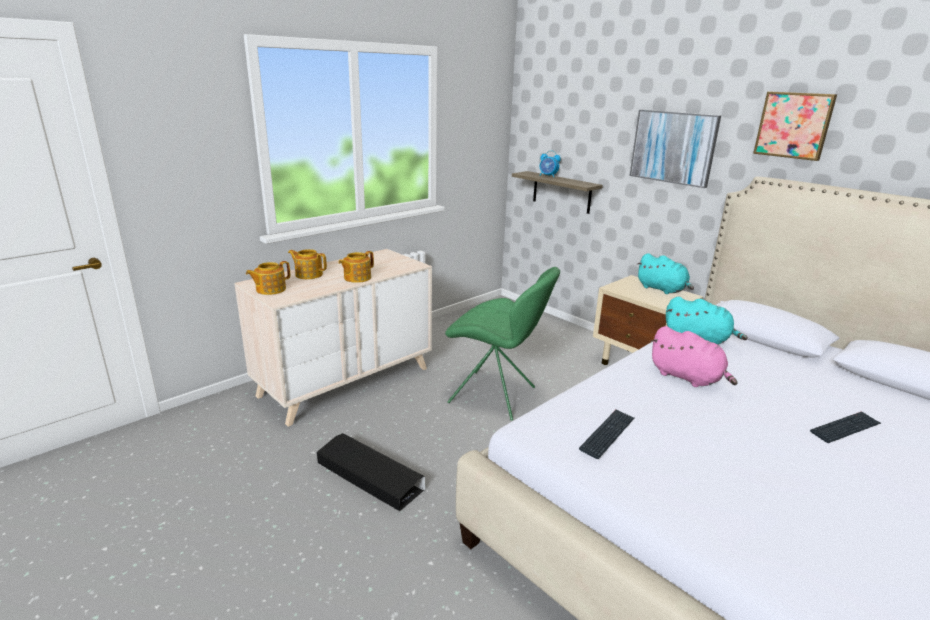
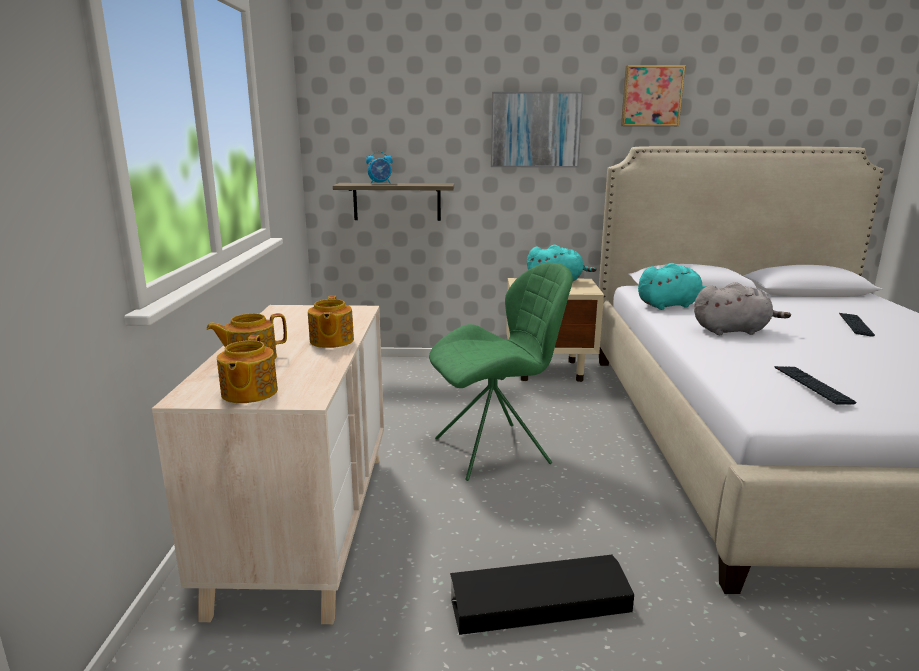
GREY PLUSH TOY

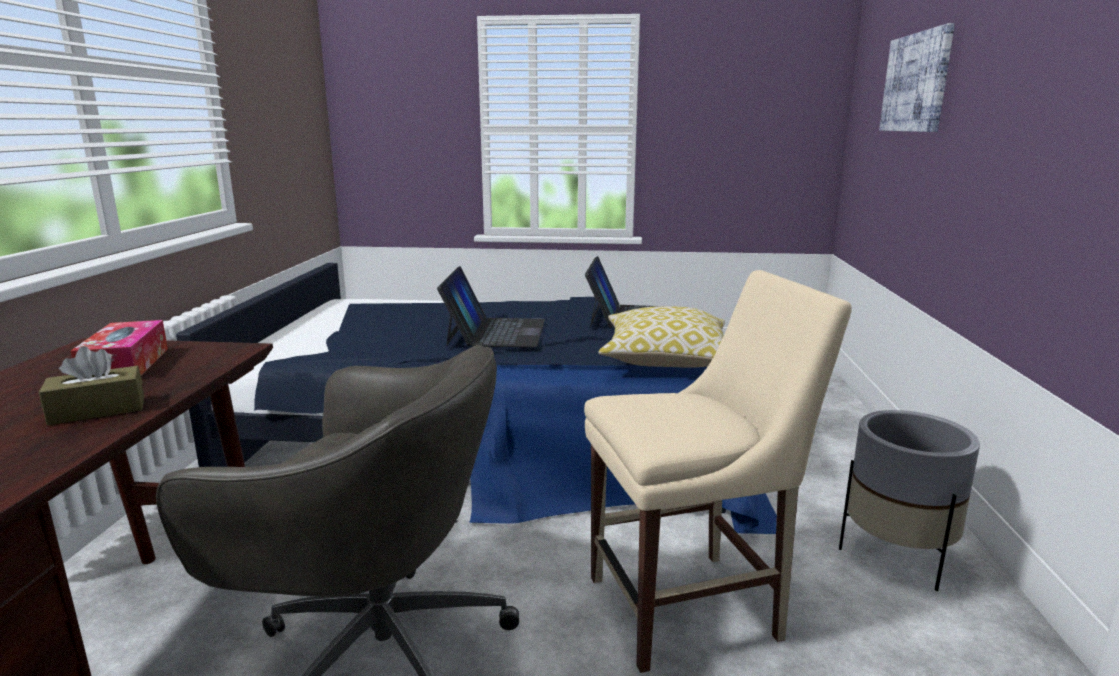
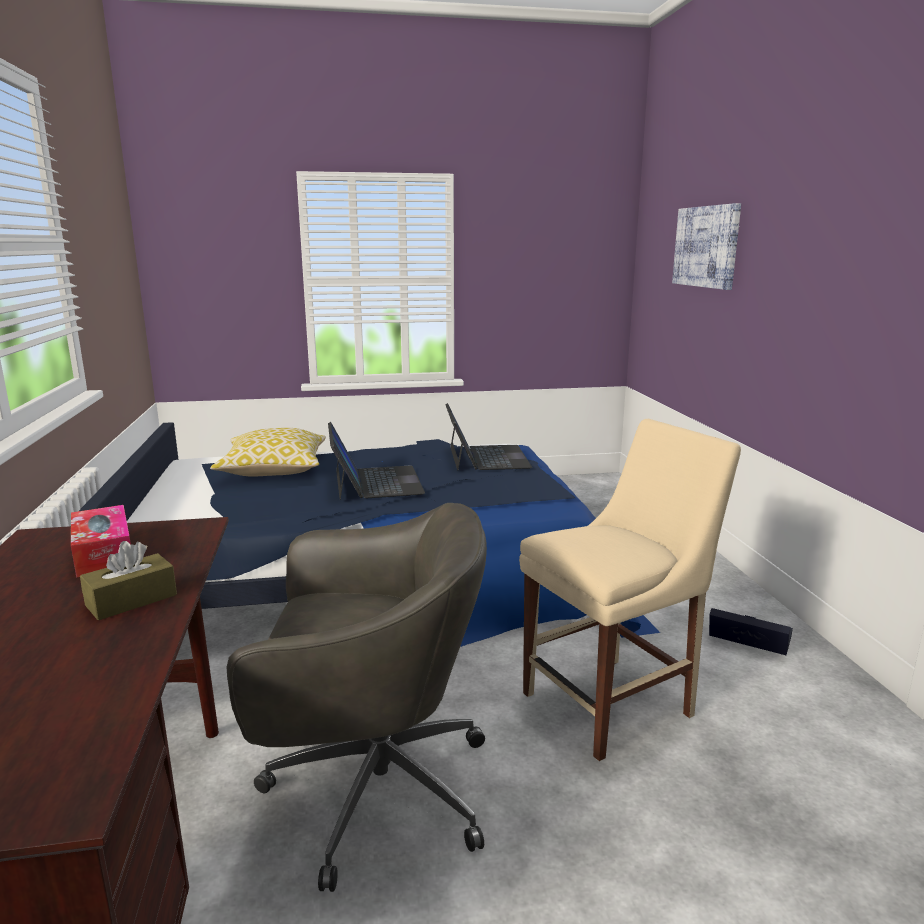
CUSHION
BLACK STORAGE CONTAINER

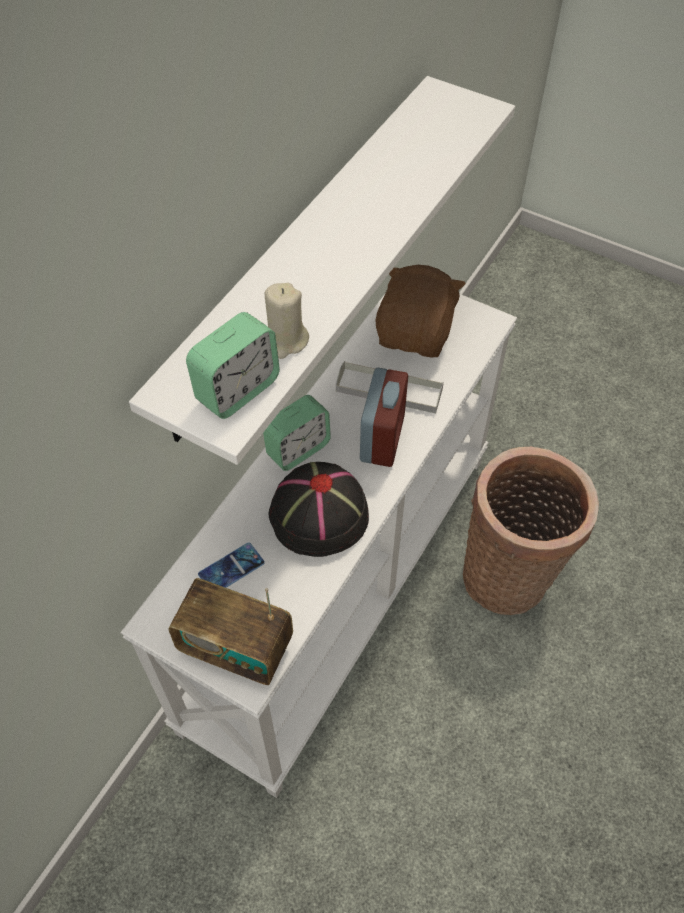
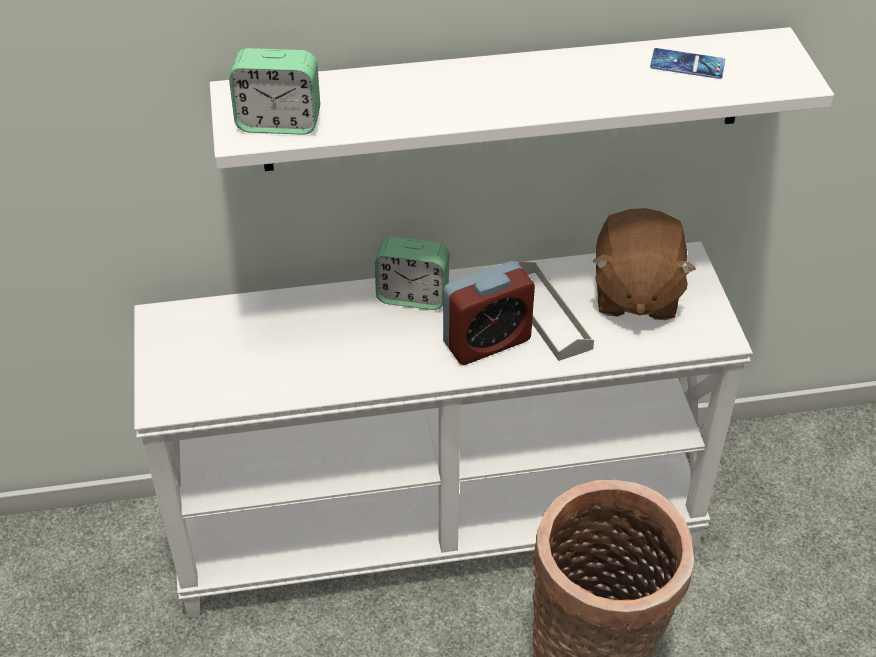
BROWNISH PLUSH TOY
HANDSET
RADIO SET
BEIGE WAX LIGHT
BLACK WEARABLE HAT

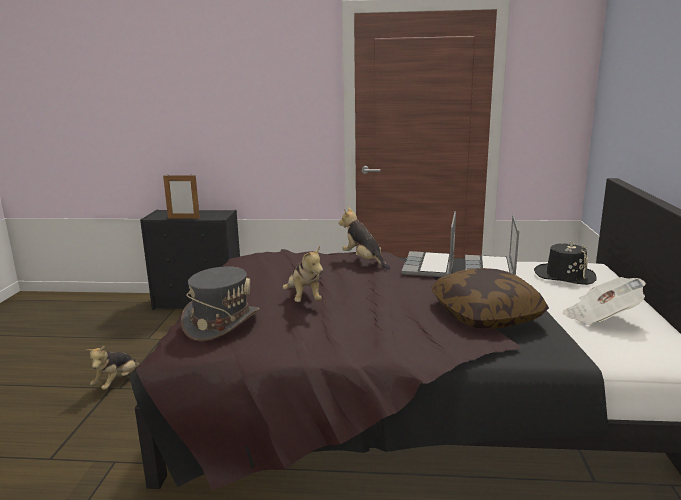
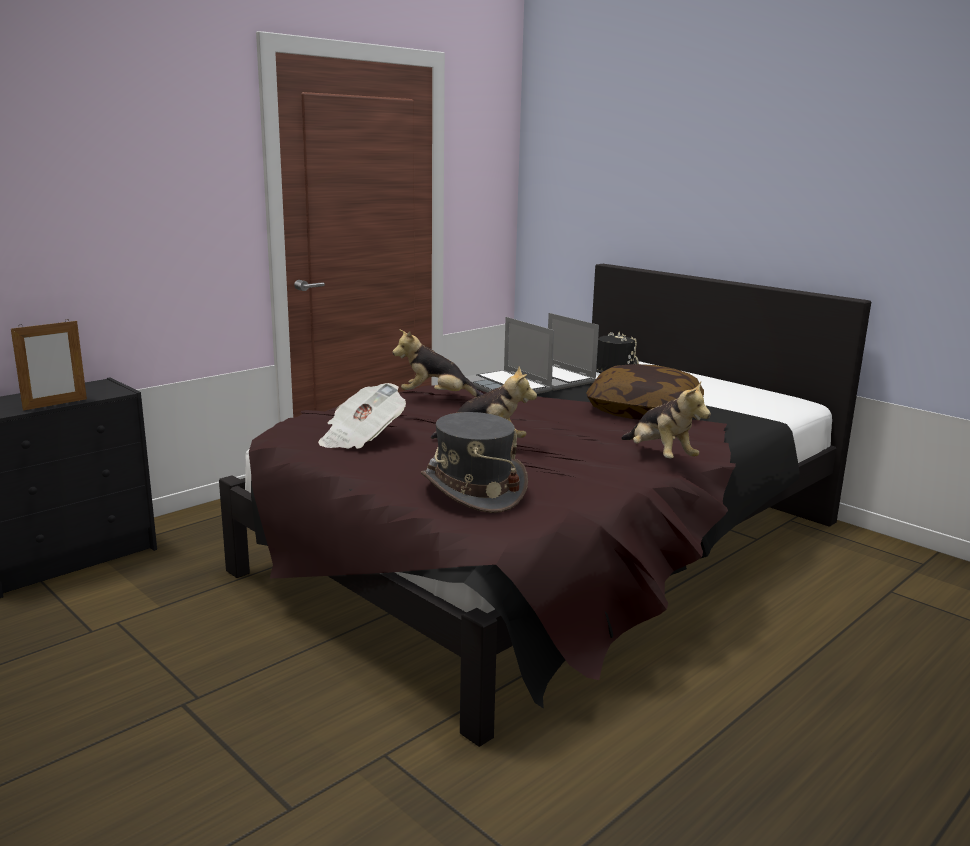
NEWSPAPER
PLUSH TOY (no. 3 from left)

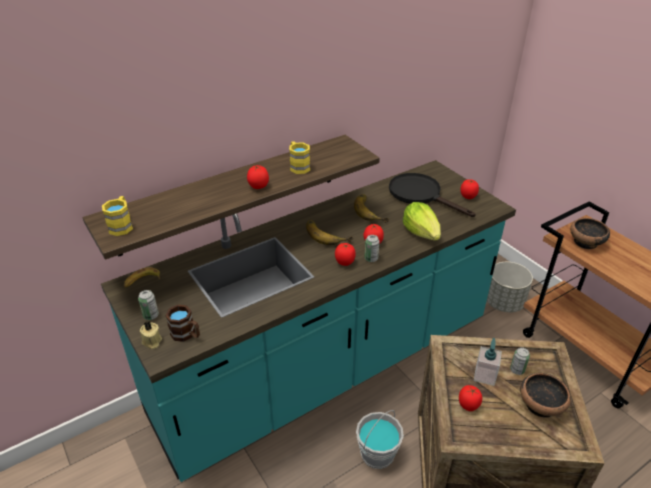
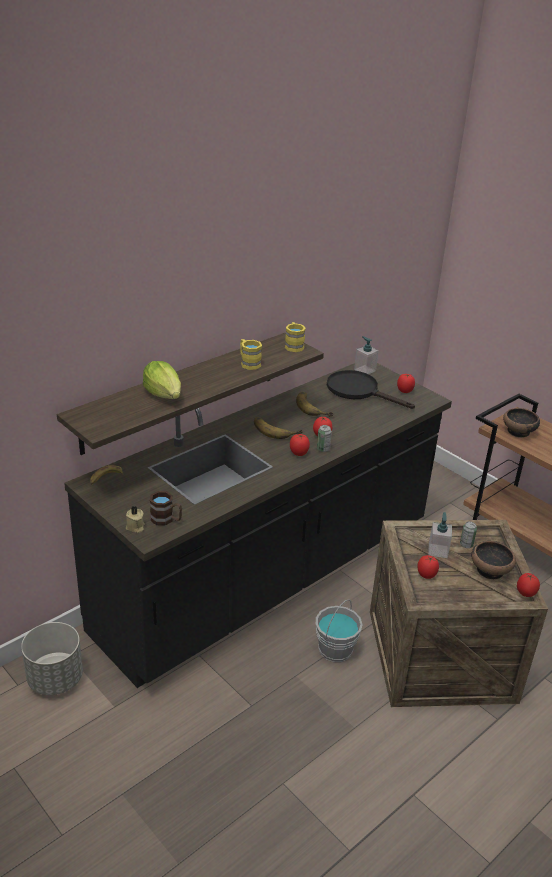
GREY PLANT POT
BLACK COUNTER
LETTUCE
YELLOW-COLOURED COFFEE MUG (no. 2 from left)
LIQUID SOAP BOTTLE (no. 1 from left)
TOMATO (no. 5 from left)
CAN (no. 1 from left in the first image)

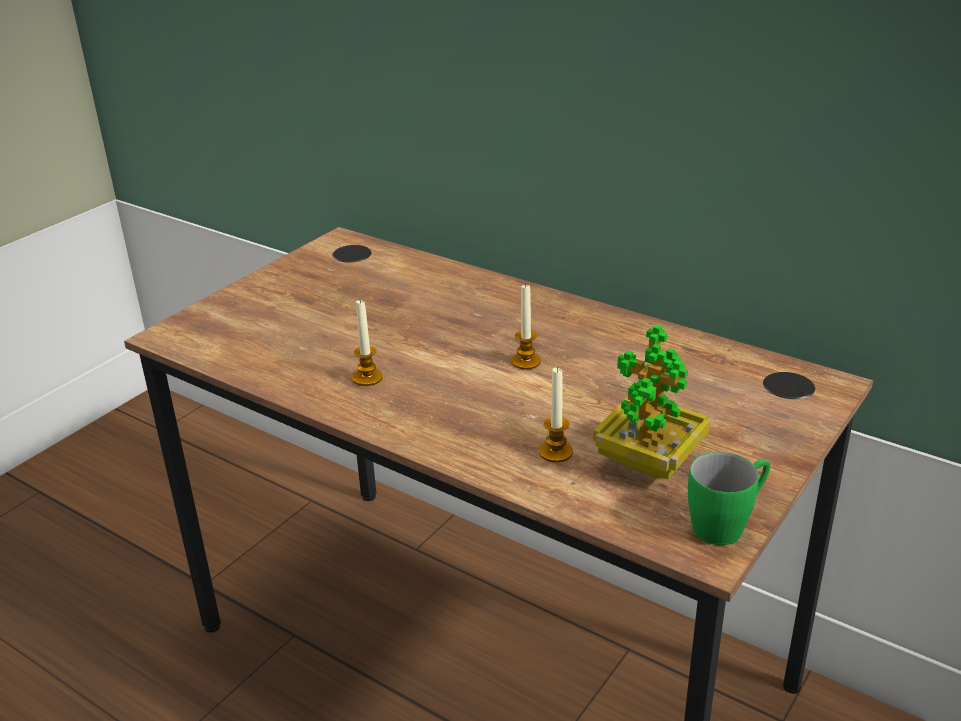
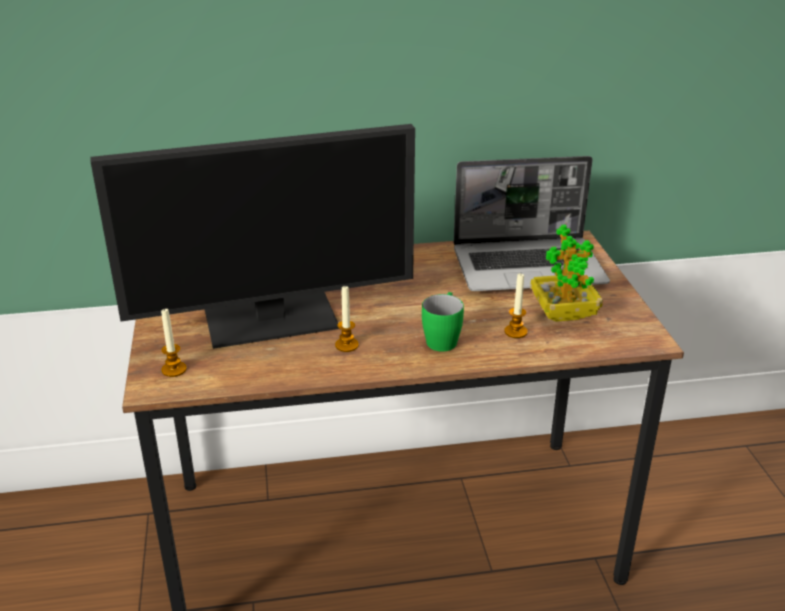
COMPUTER SCREEN
WAX LIGHT (no. 1 from left)
GREENISH COFFEE MUG
NOTEBOOK COMPUTER

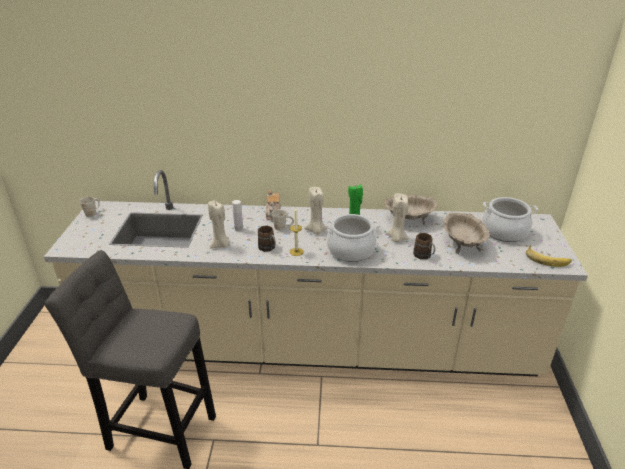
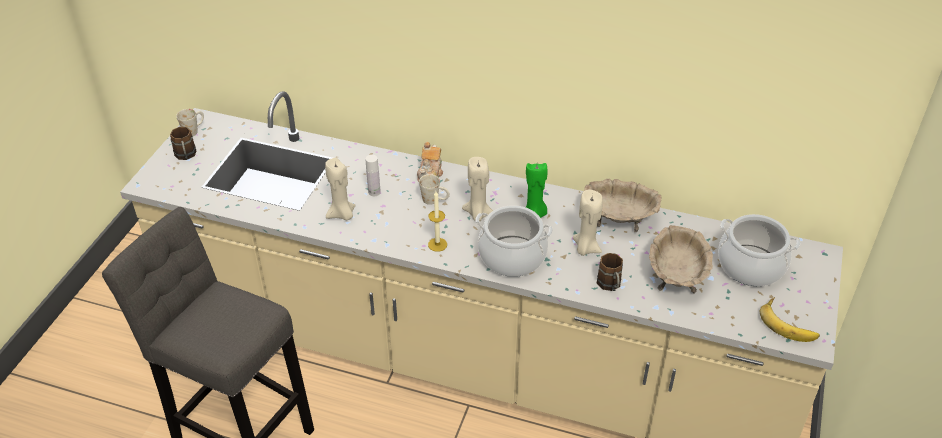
BROWNISH COFFEE MUG (no. 1 from left)

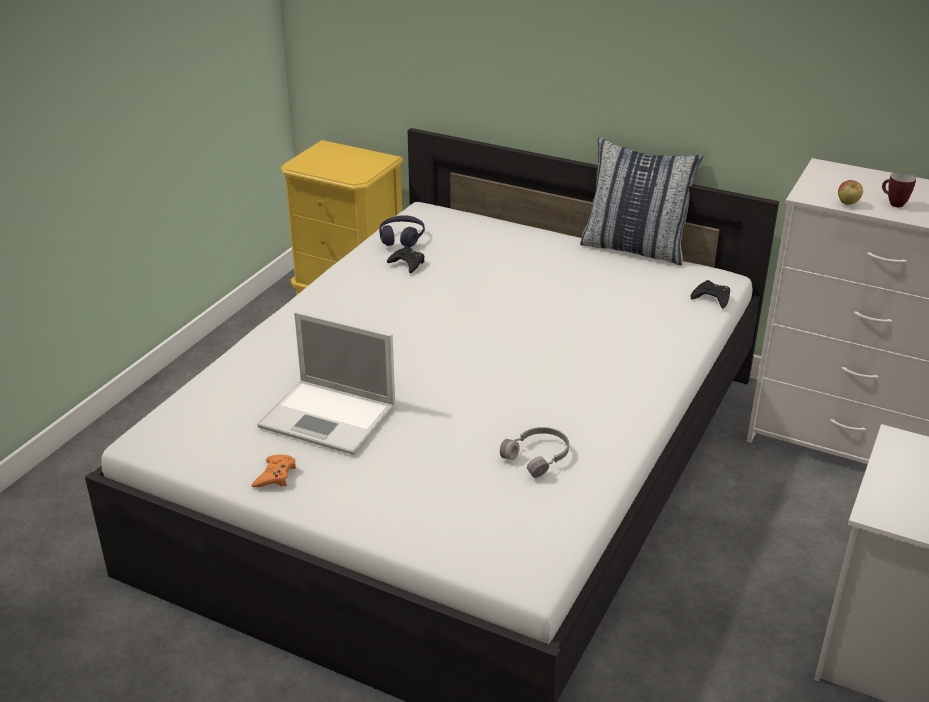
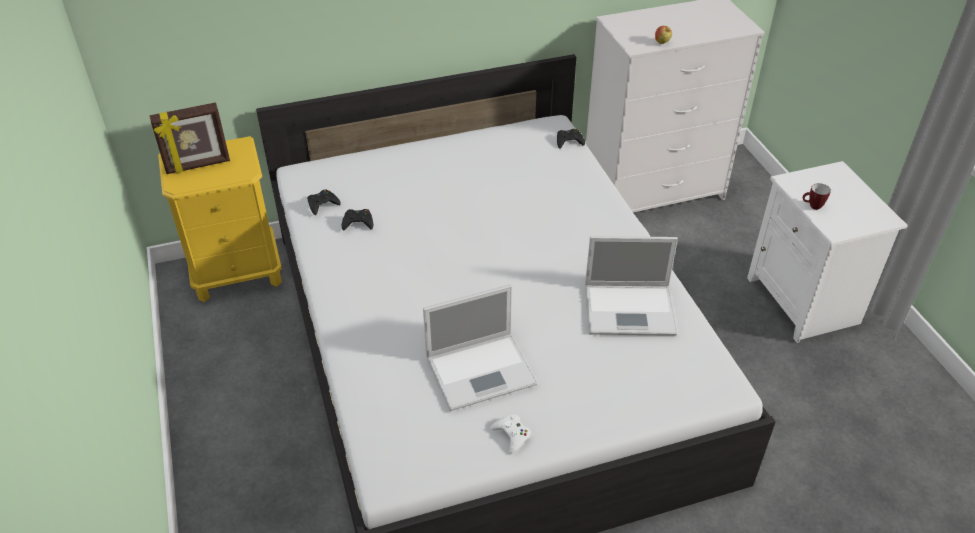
STANDING FRAME
BLACK JOYPAD (no. 1 from left)
WHITISH JOYPAD
NOTEBOOK COMPUTER (no. 2 from left)
COFFEE MUG
CUSHION

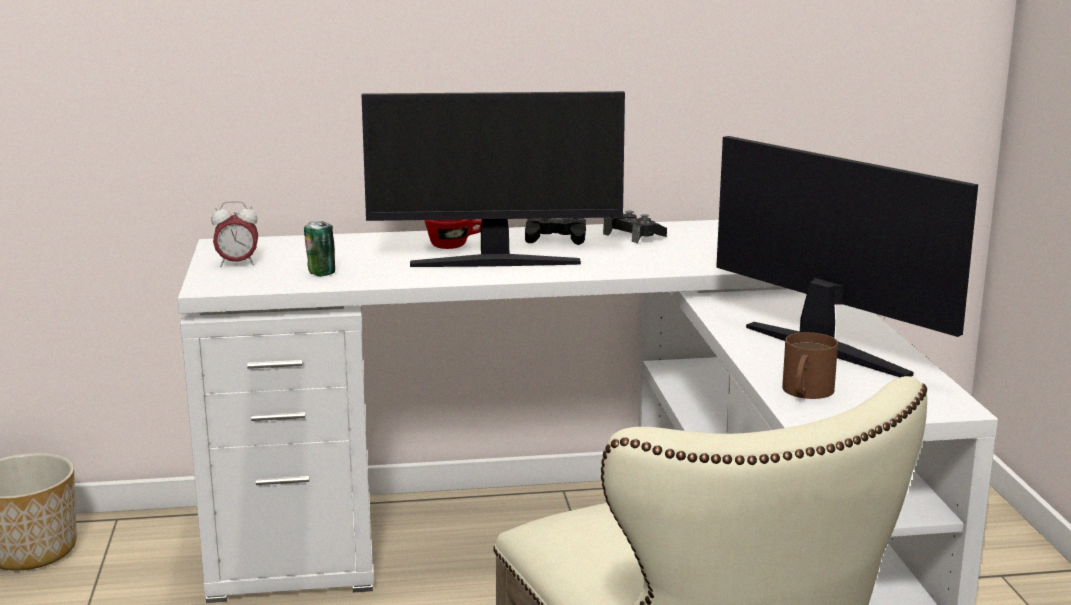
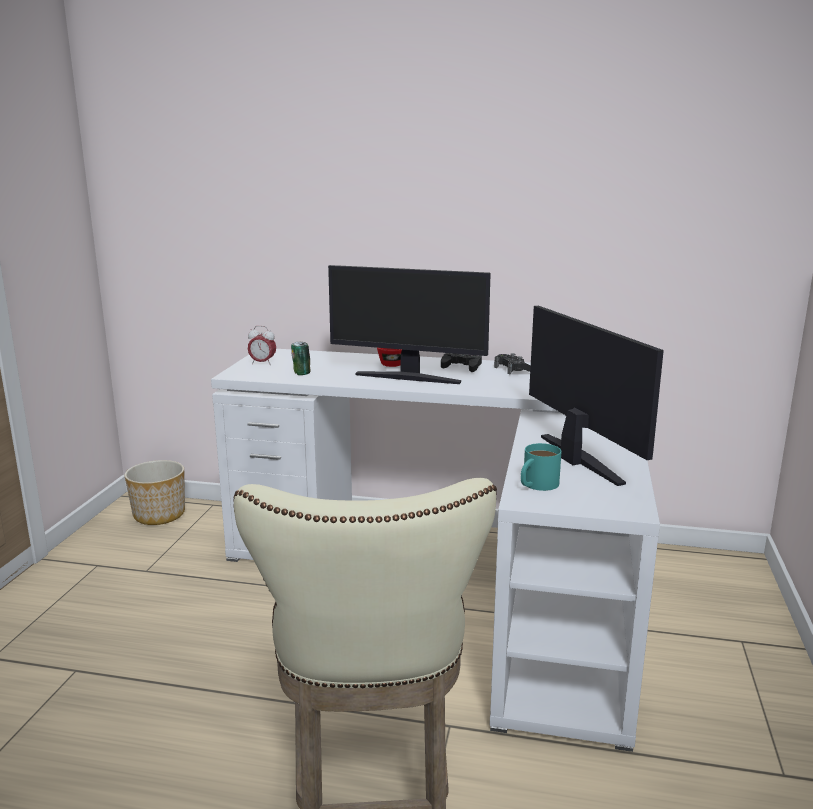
BLUE-GREEN COFFEE MUG

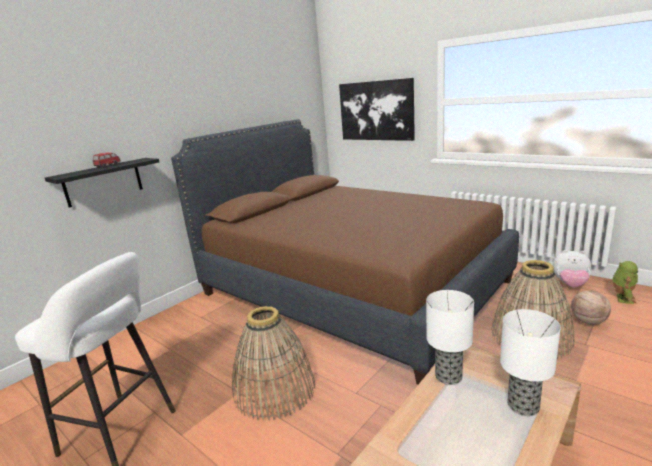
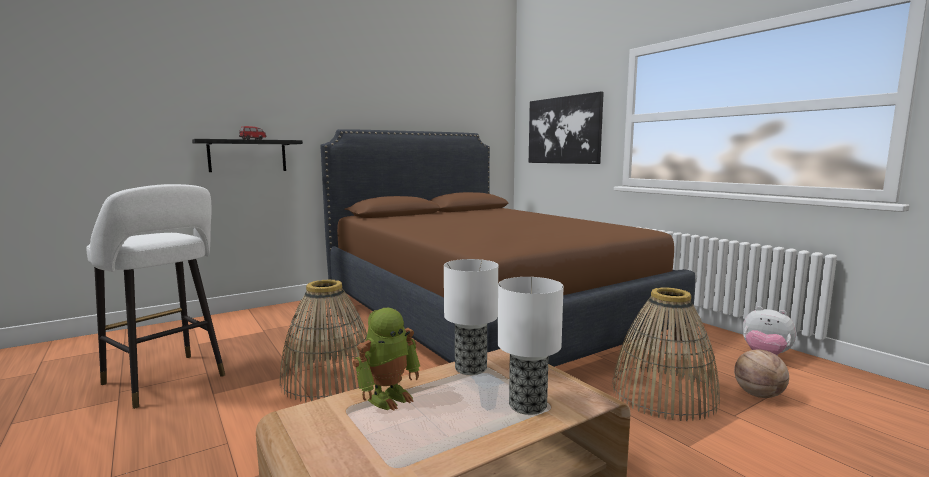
ROBOT FIGURE

